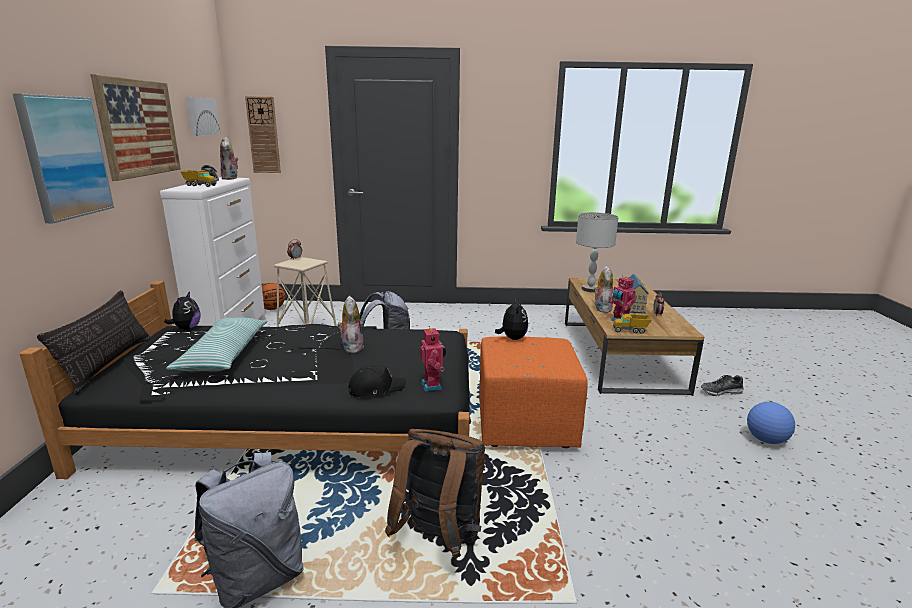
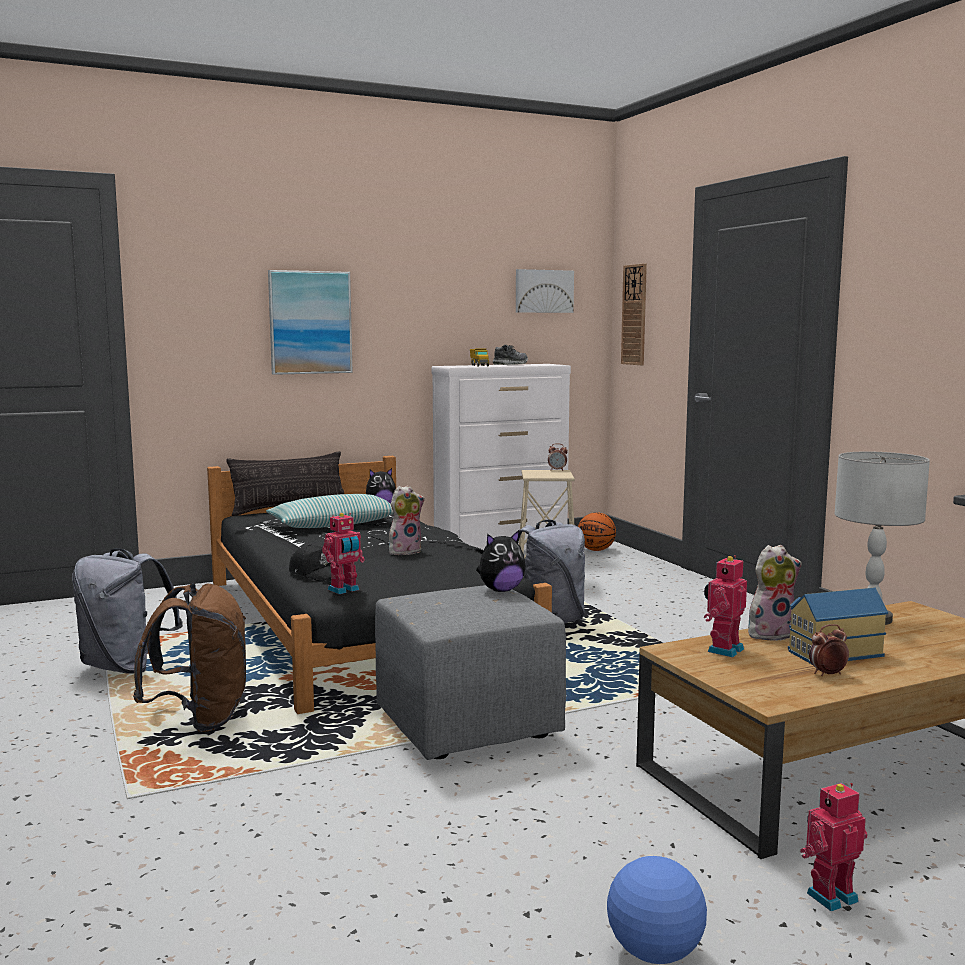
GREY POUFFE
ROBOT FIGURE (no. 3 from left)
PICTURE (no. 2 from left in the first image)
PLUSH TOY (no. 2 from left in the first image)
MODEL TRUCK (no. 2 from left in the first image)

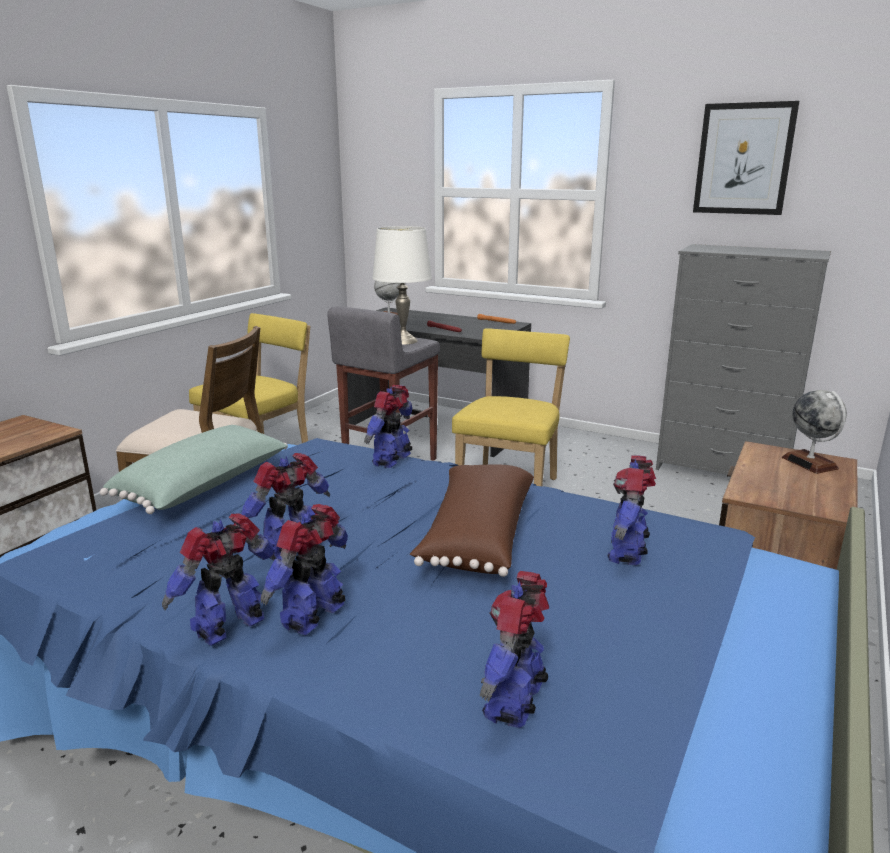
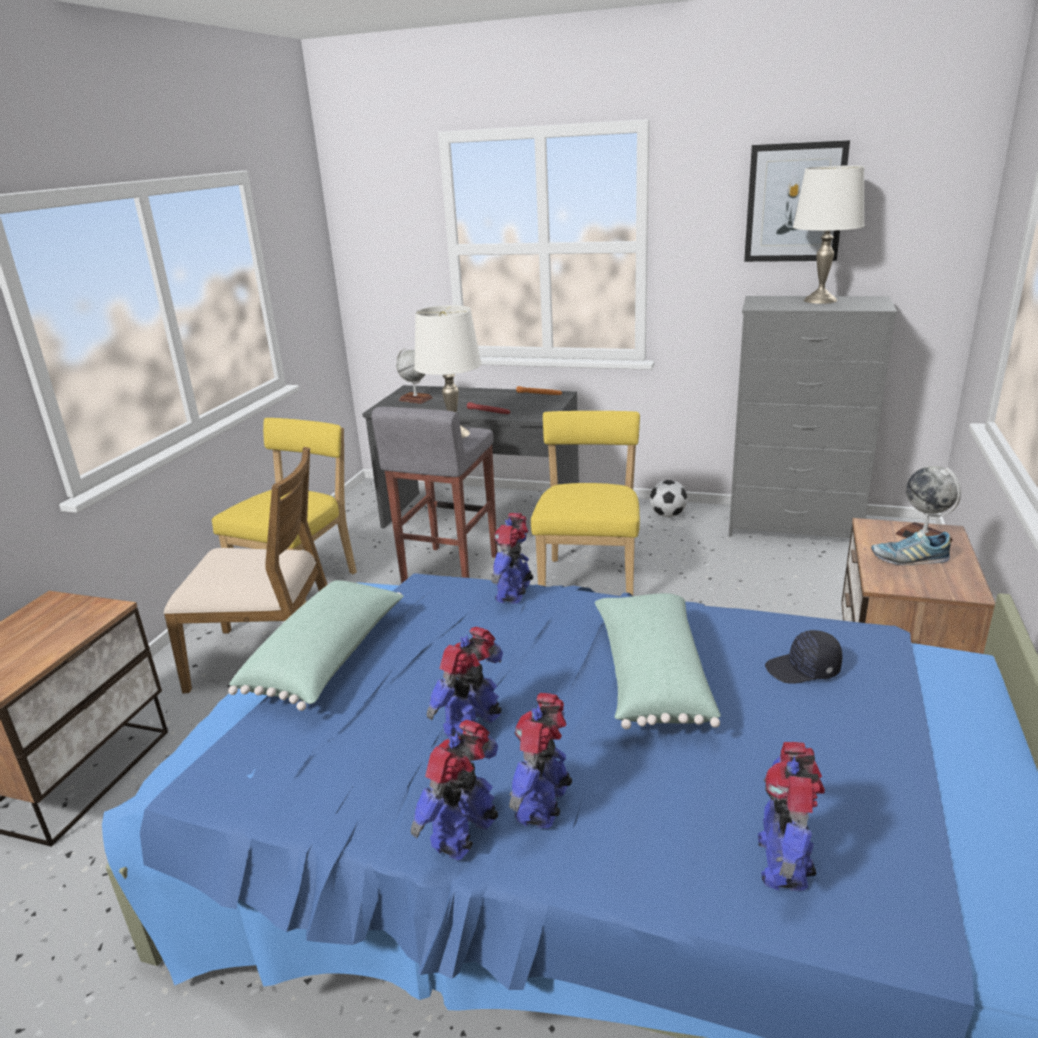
GREENISH CUSHION (no. 2 from left)
BALL FOR FOOTBALL
BLACK CAP
WHITISH LAMP FOR A TABLE (no. 2 from left)
SHOE

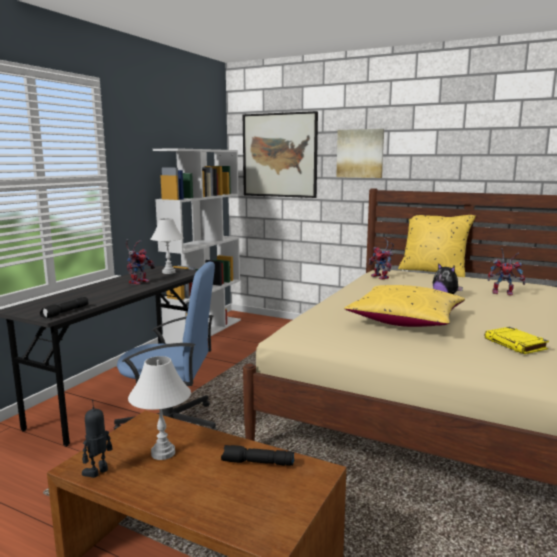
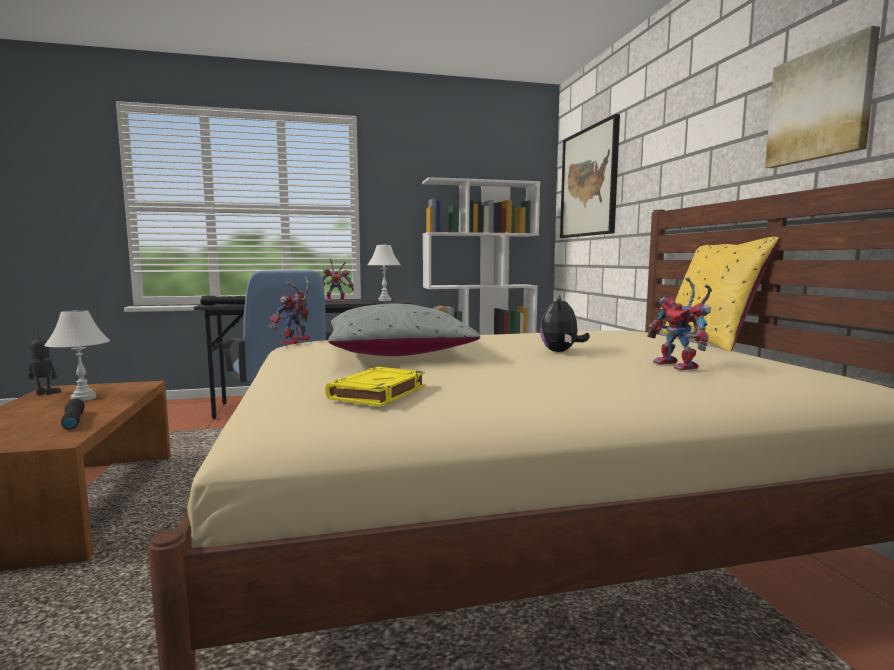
ROBOT FIGURE (no. 2 from left)
GREY CUSHION
PICTURE (no. 2 from left)

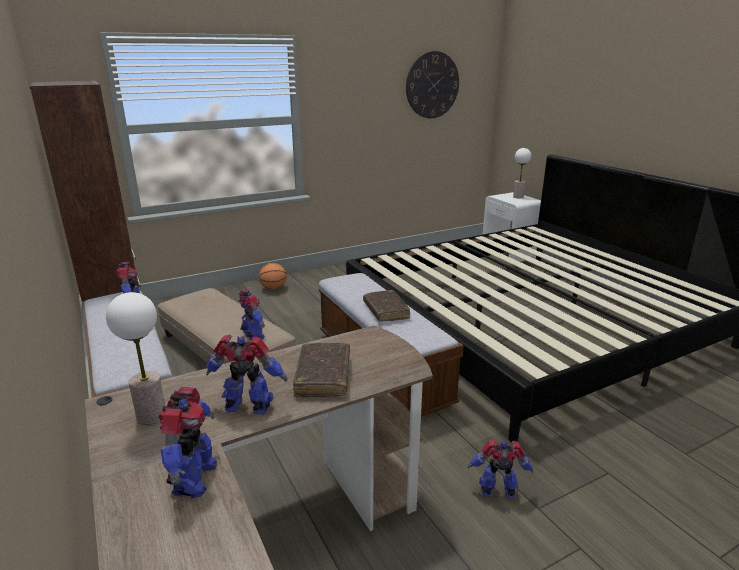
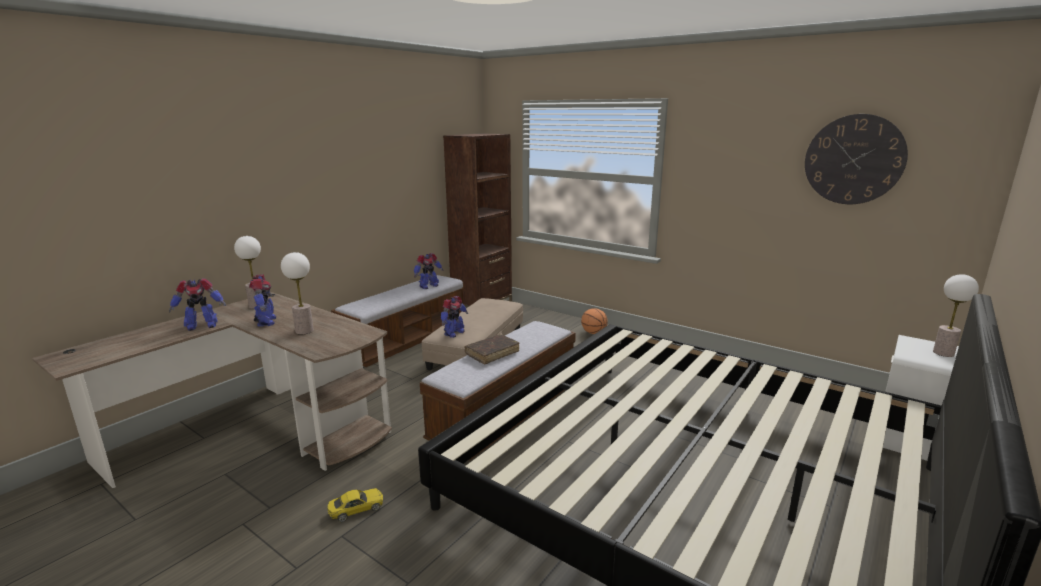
LAMP FOR A TABLE (no. 2 from left)
YELLOW-COLOURED MINIATURE CAR

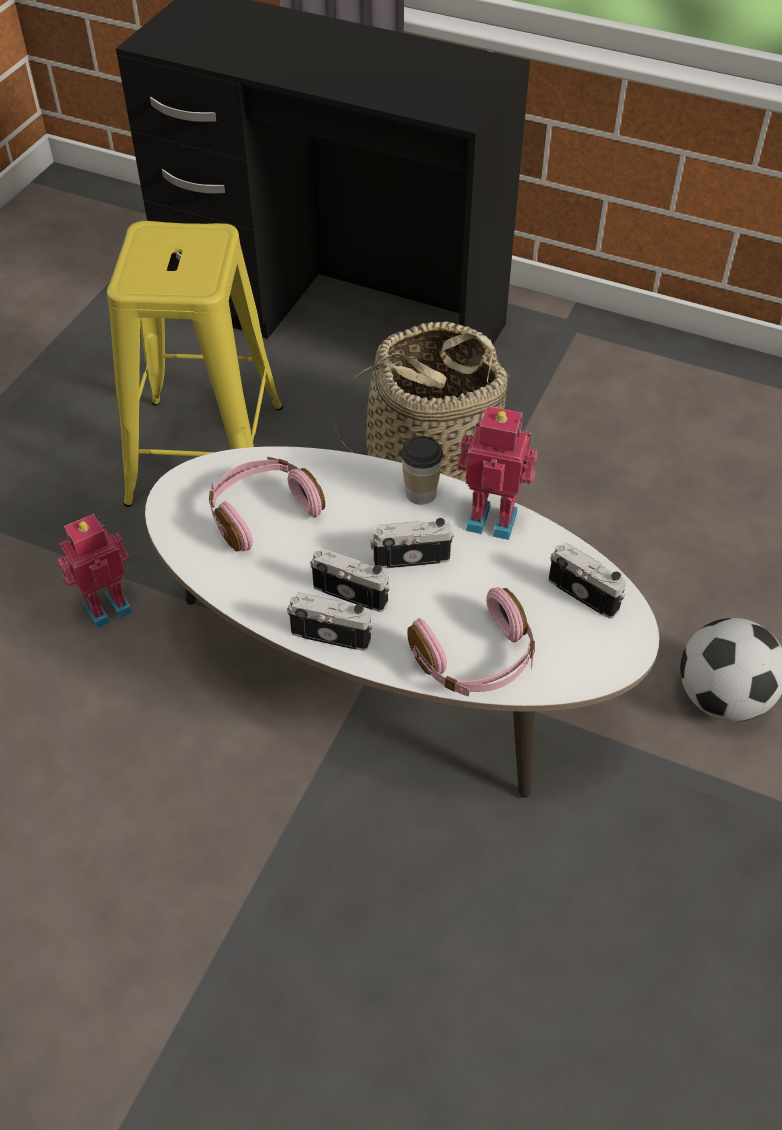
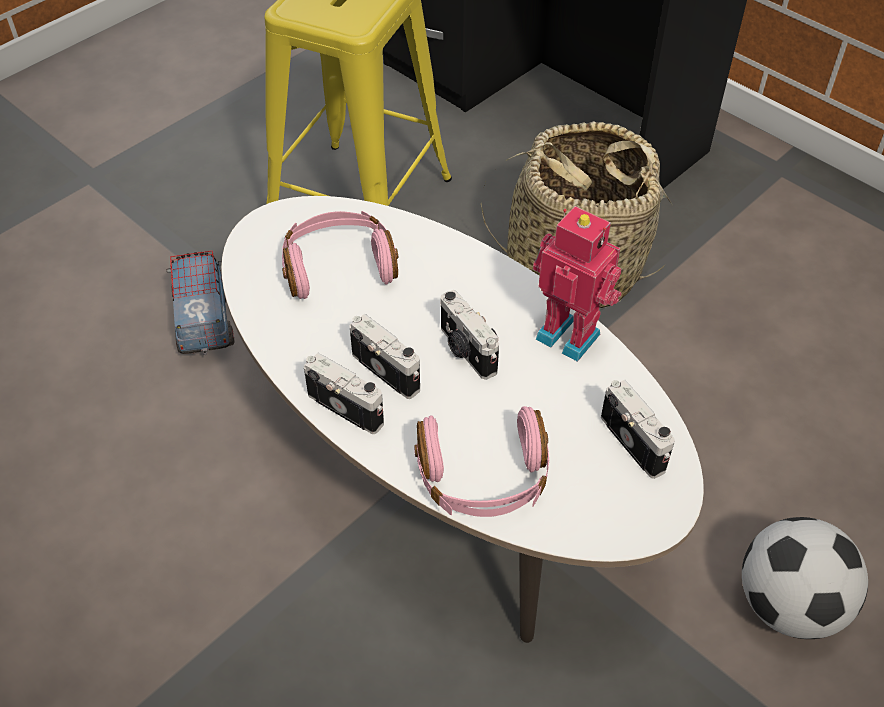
MODEL TRUCK
PHOTO CAMERA (no. 3 from left)
CUP

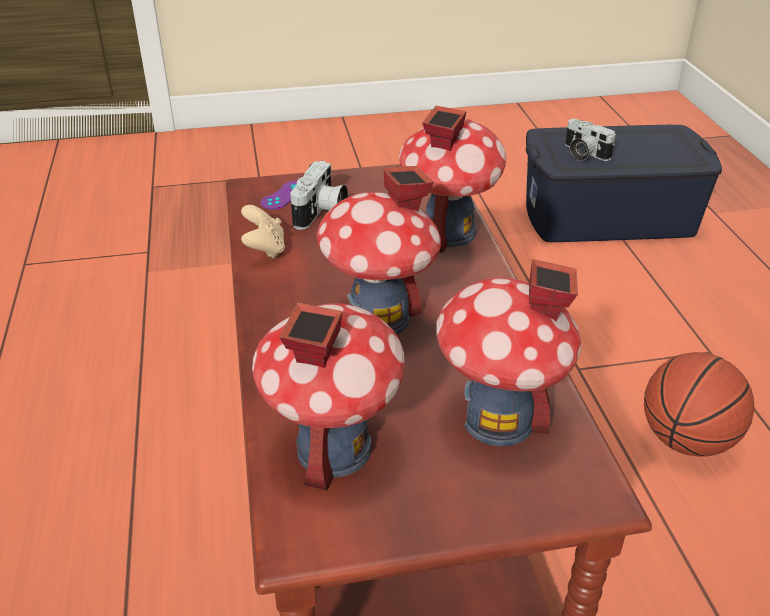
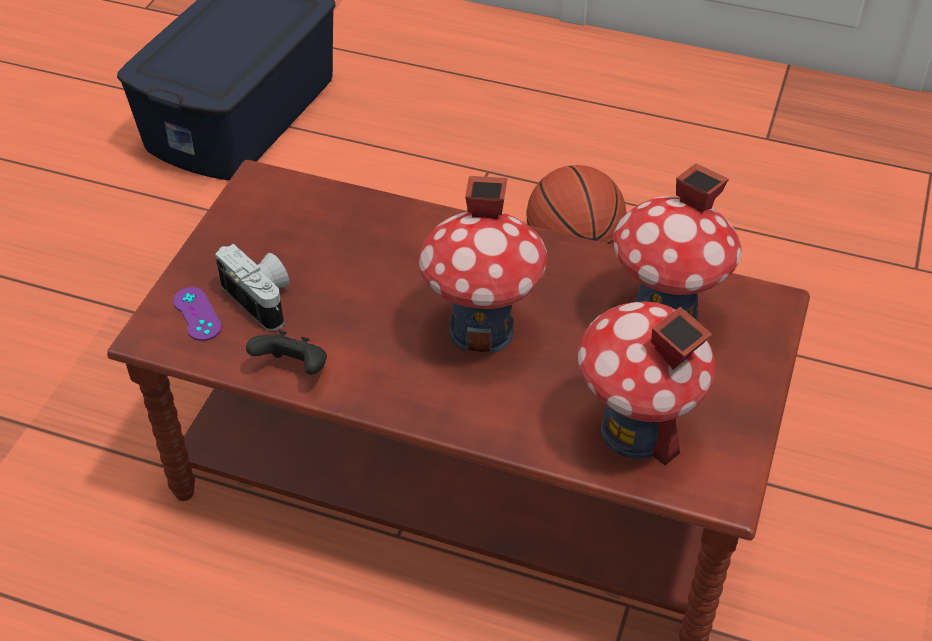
BLACK JOYPAD
MINIATURE HOUSE (no. 3 from left in the first image)
PHOTO CAMERA (no. 2 from left in the first image)

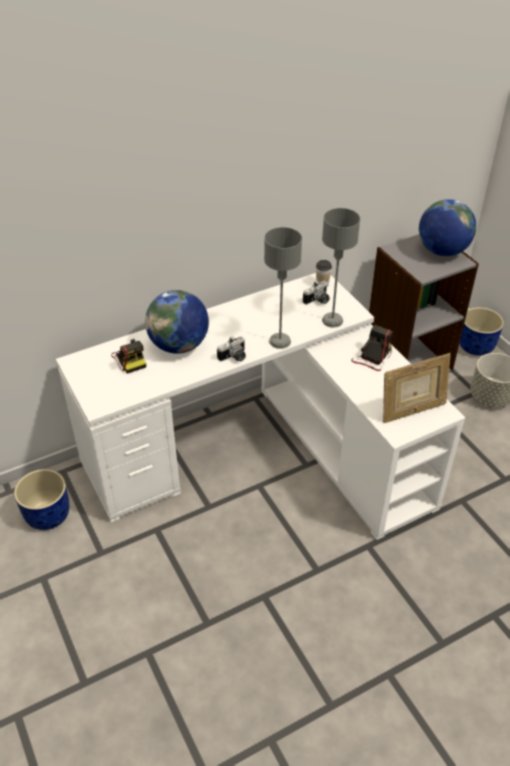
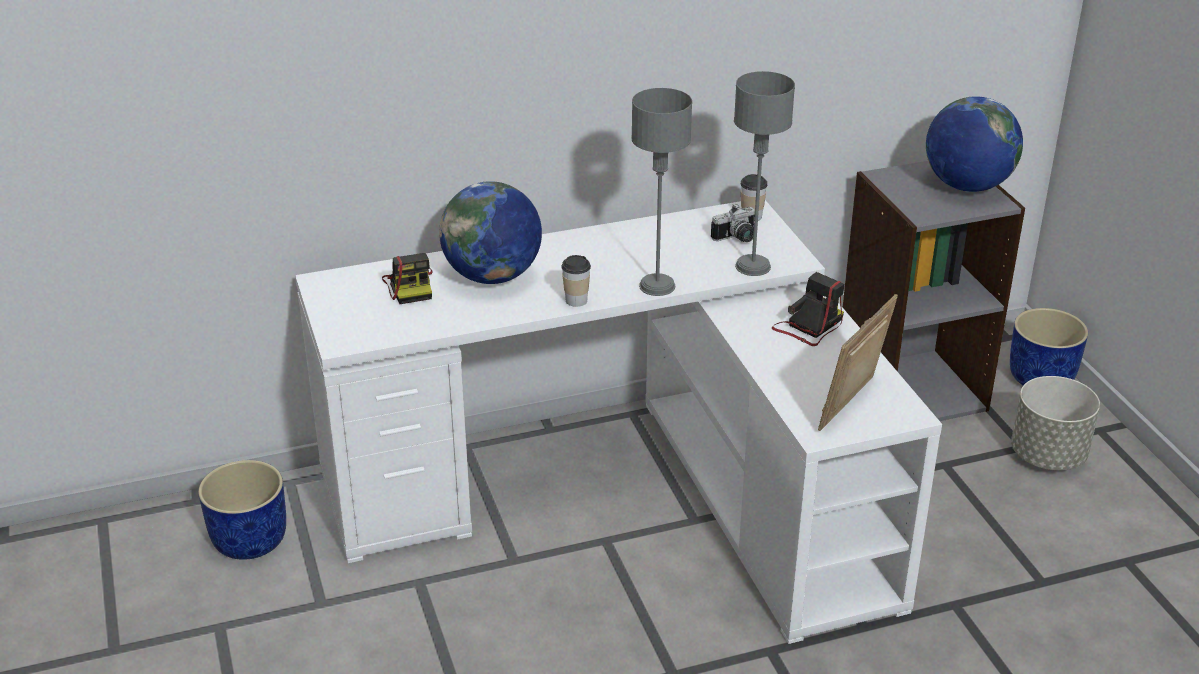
CUP (no. 1 from left)
STANDING FRAME

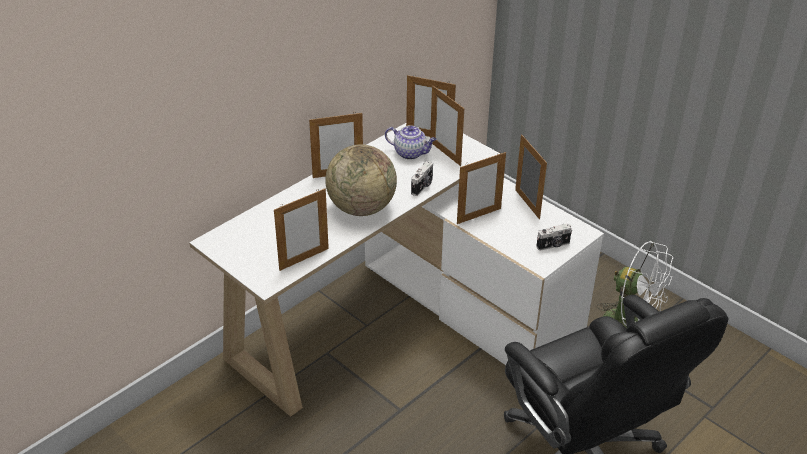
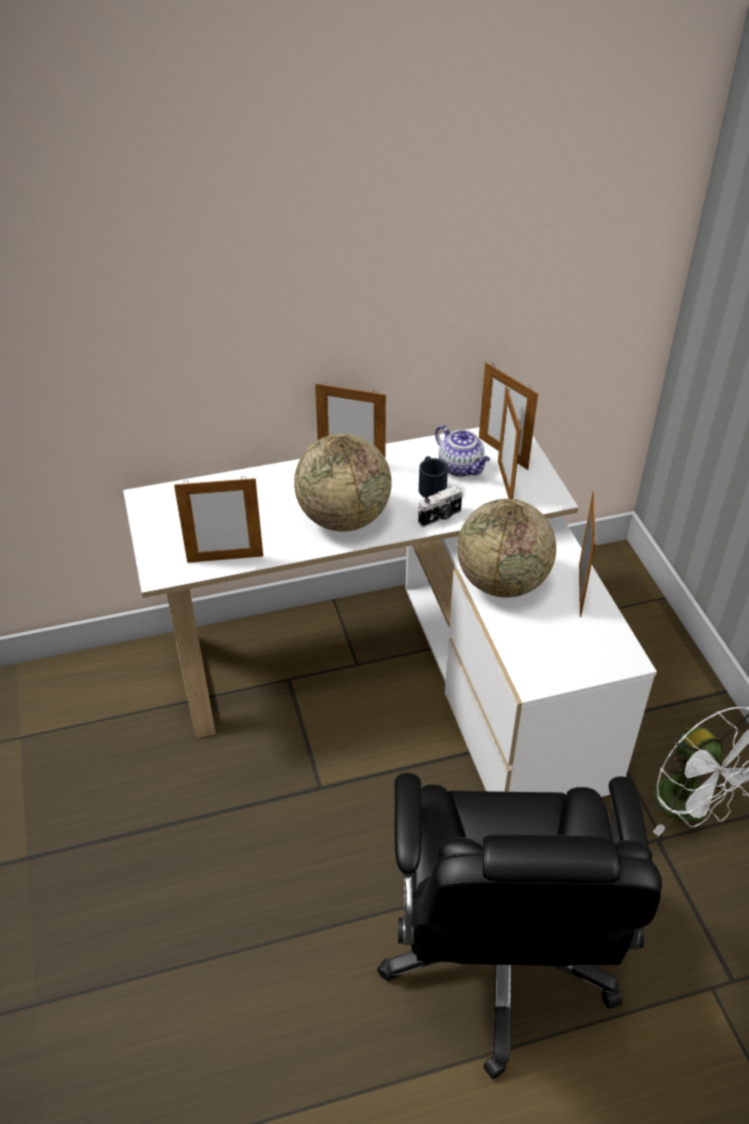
BLACK COFFEE MUG
WORLD GLOBE (no. 2 from left)
PHOTO CAMERA (no. 2 from left in the first image)

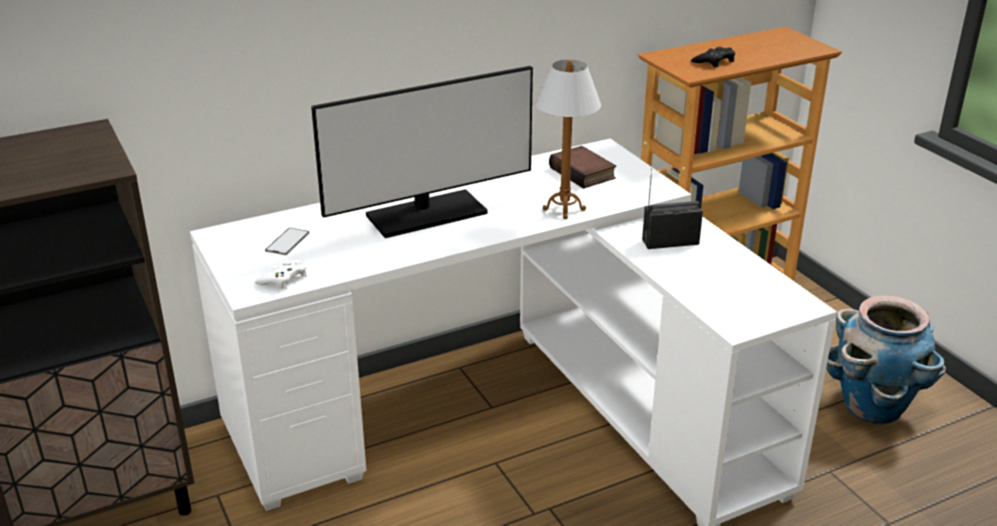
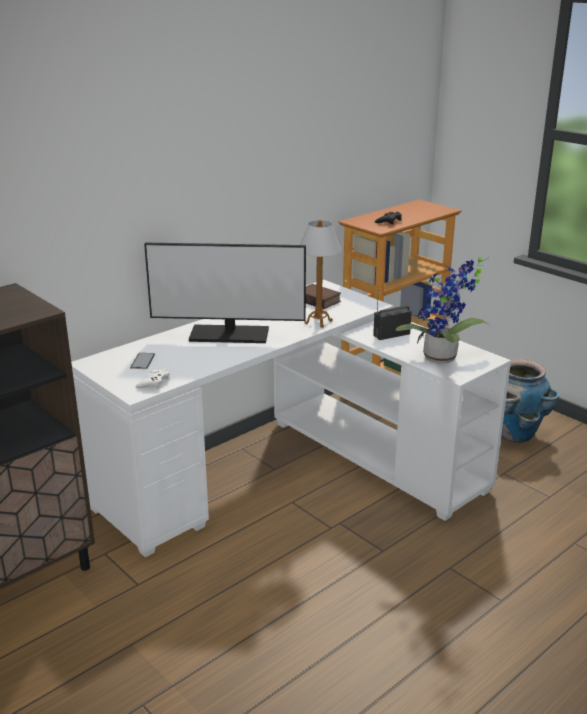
COMPUTER SCREEN
HOUSEPLANT

